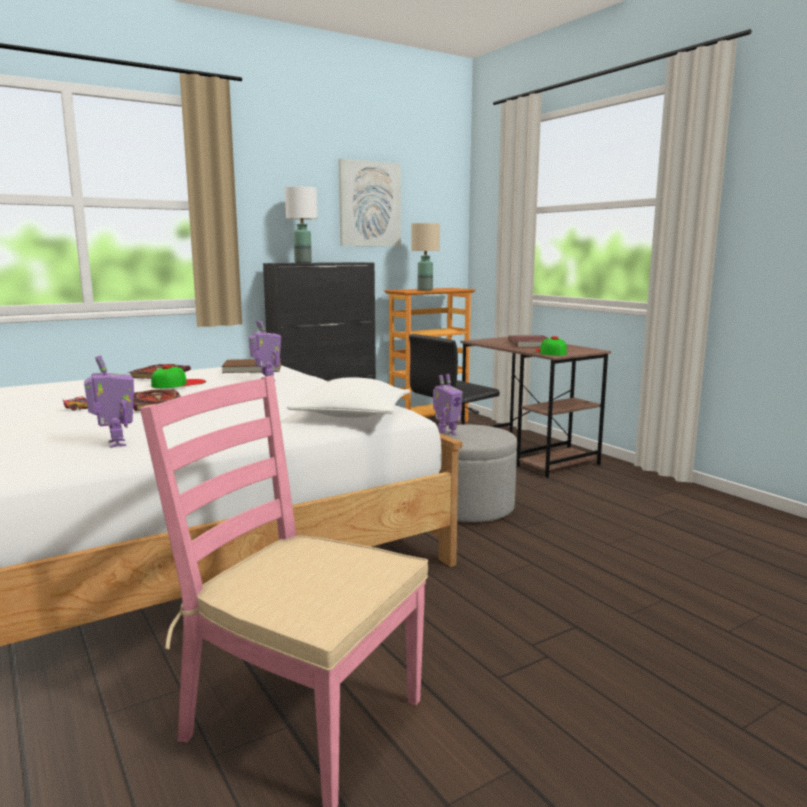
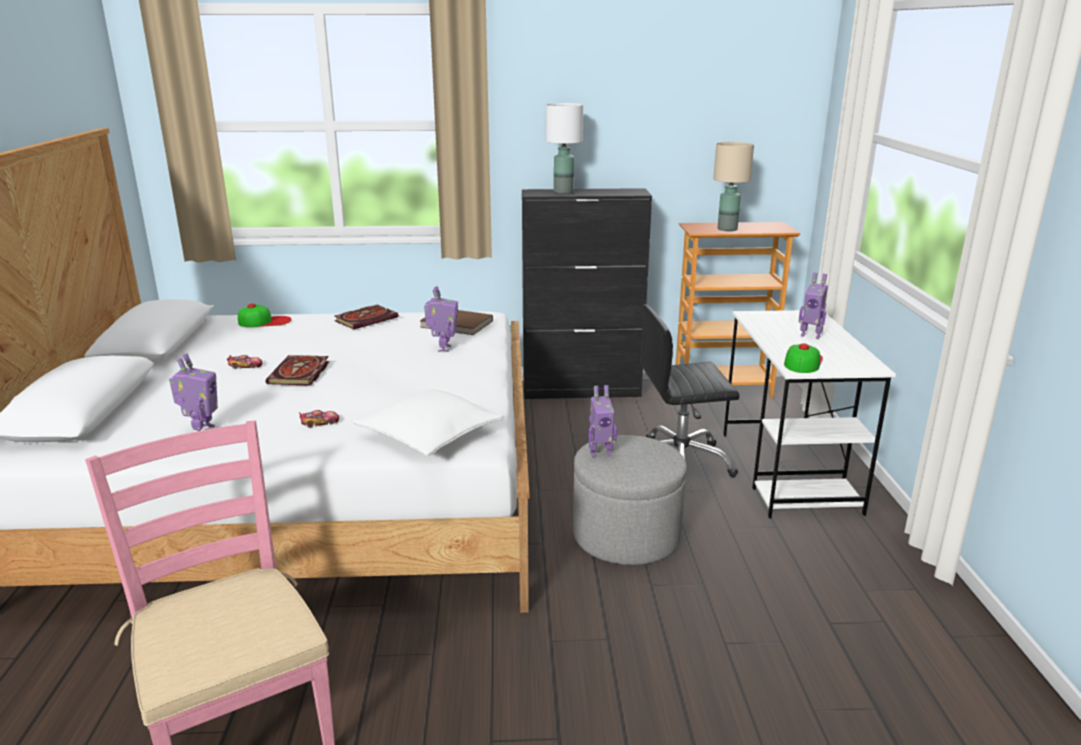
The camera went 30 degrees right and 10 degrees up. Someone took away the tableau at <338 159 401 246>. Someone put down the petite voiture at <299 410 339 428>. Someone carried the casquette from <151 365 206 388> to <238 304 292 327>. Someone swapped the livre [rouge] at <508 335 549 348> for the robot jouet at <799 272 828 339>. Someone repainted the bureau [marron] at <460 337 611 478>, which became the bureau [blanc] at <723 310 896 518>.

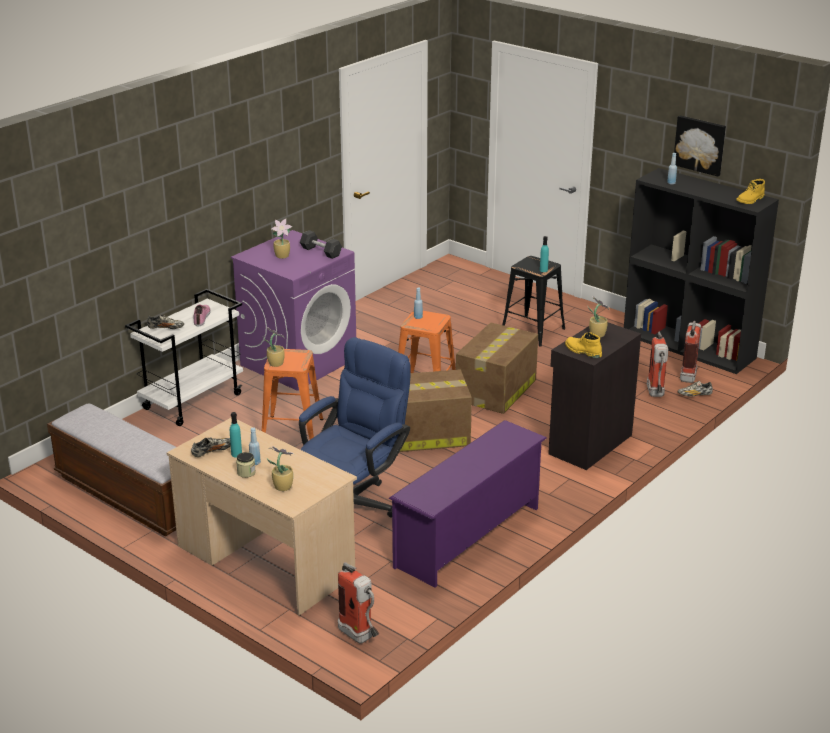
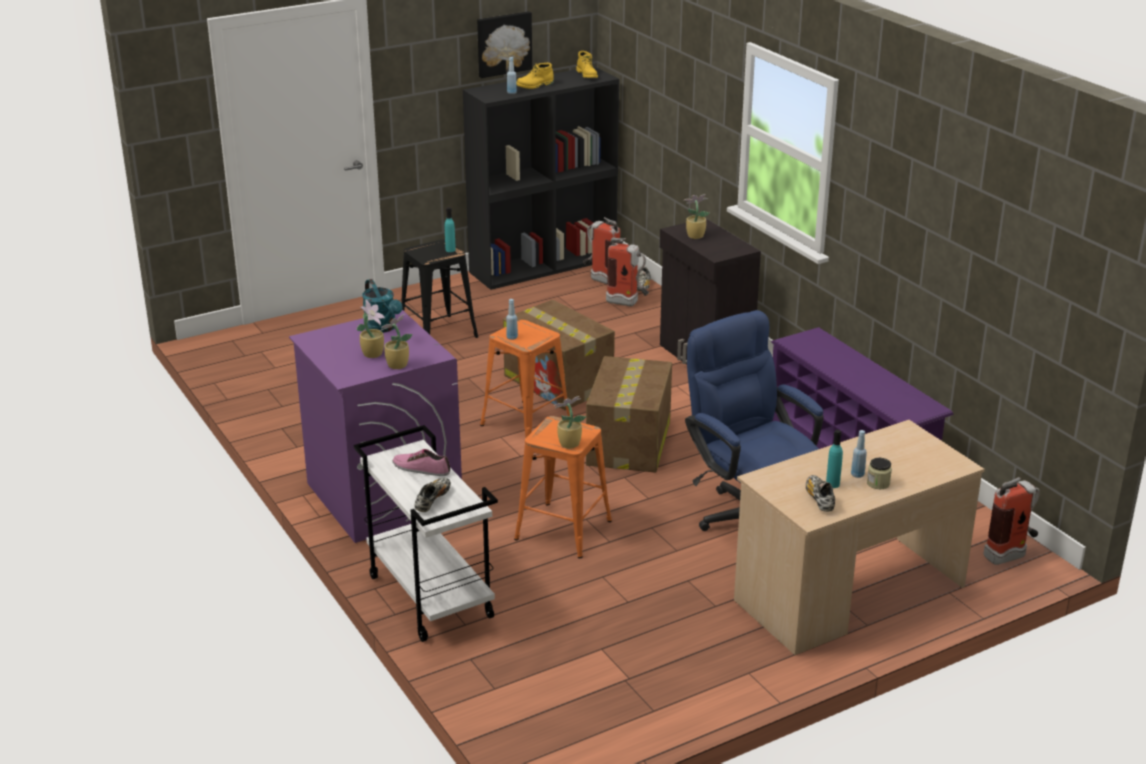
The camera went 70 degrees left and 0 degrees up. Someone took away the banc at <47 403 176 537>. Someone carried the plante en pot from <267 446 294 491> to <380 314 413 369>. Someone carried the botte [jaune] from <565 332 602 358> to <517 63 554 89>. Someone swapped the haltère [gris] at <300 230 342 259> for the arrosoir [turquoise] at <362 279 403 333>.

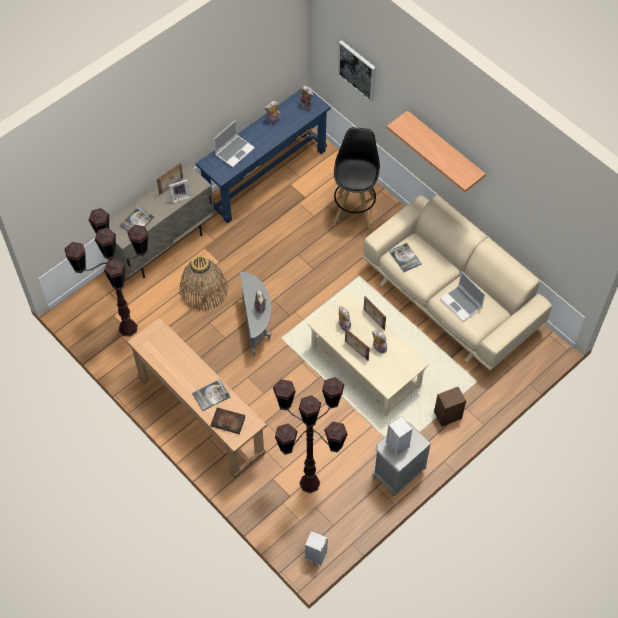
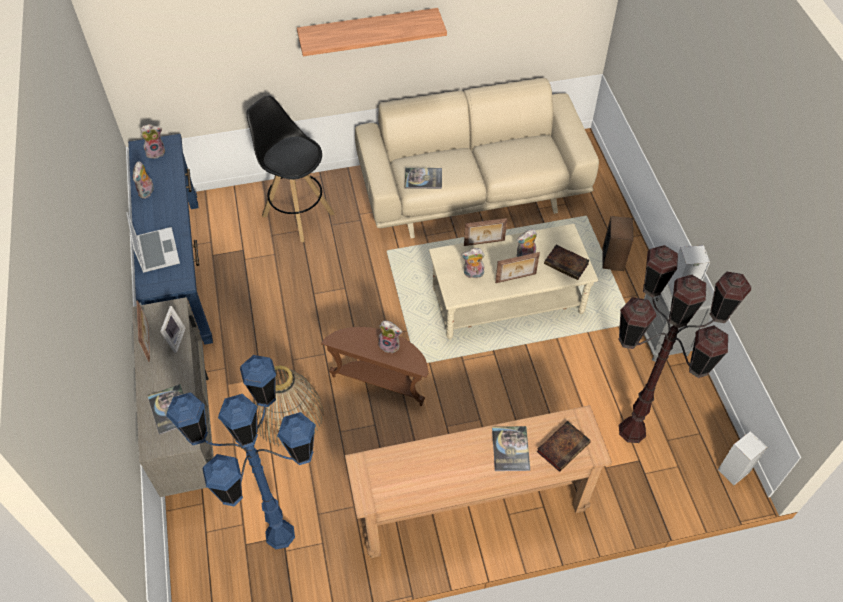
The camera went 60 degrees left and 5 degrees down. Someone took away the tableau at <338 40 376 102>. Someone took away the ordinateur portable at <440 271 485 321>. Someone put down the livre at <544 244 590 280>. Someone repainted the lampadaire [marron] at <65 208 148 337>, which became the lampadaire [bleu] at <166 355 316 549>. Someone repainted the table d'appoint [gris] at <240 272 271 356>, which became the table d'appoint [marron] at <321 327 429 406>.

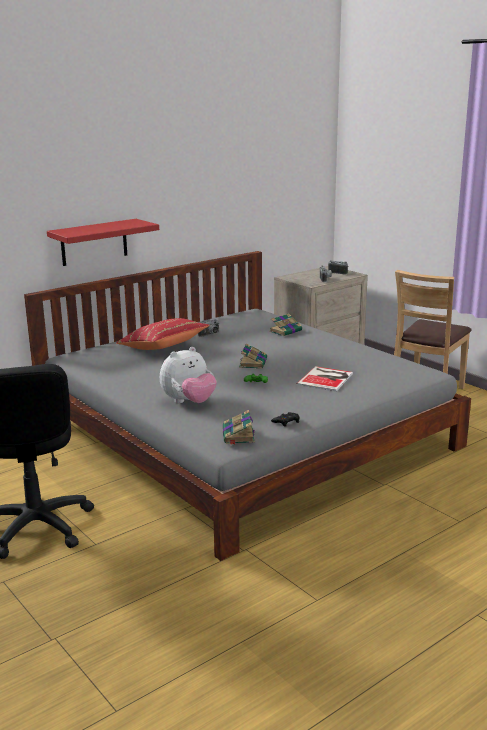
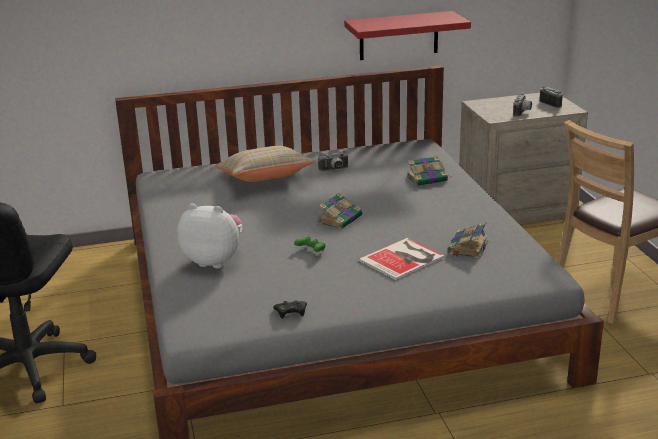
The camera went 25 degrees right and 5 degrees up. Someone carried the étagère [rouge] from <47 219 159 266> to <344 11 471 60>. Someone carried the livre from <223 410 255 445> to <447 222 488 258>. Someone repainted the coussin [rouge] at <116 318 209 350>, which became the coussin [beige] at <215 146 316 182>. Someone rotated the peluche at <160 347 217 403> by 150 degrees counterclockwise.

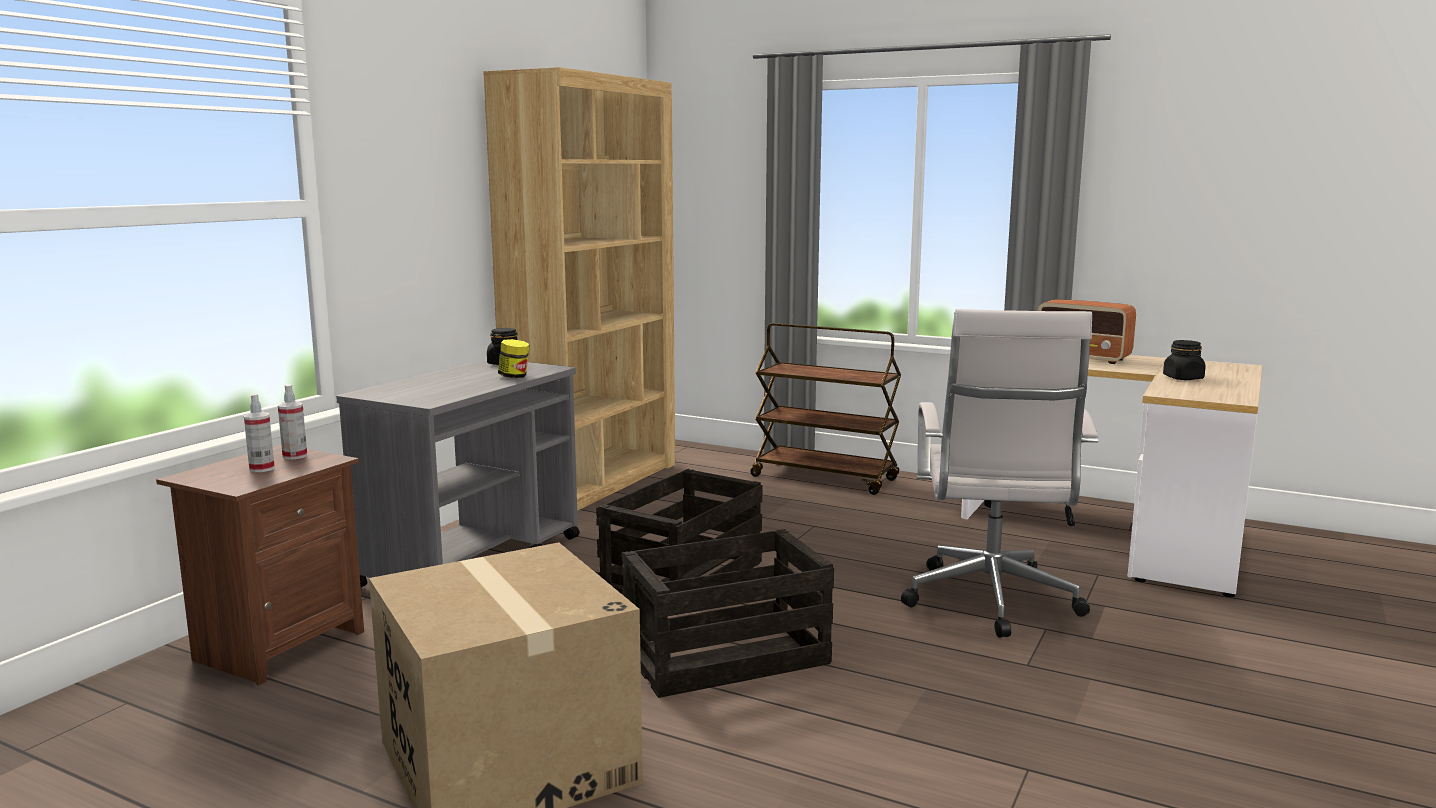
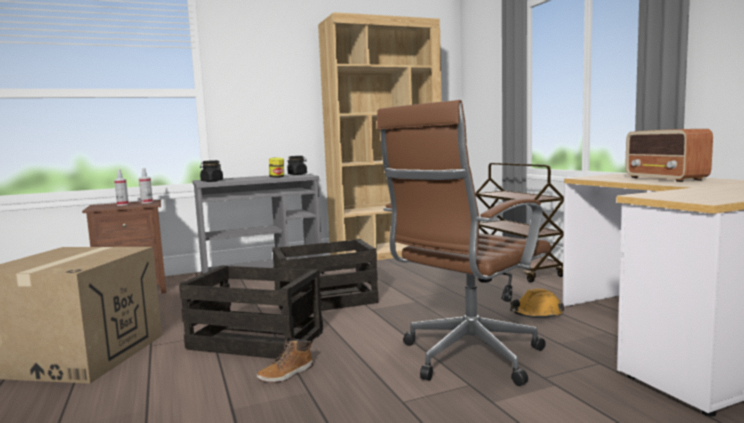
The camera went 40 degrees right and 5 degrees down. Someone put down the botte at <257 337 313 382>. Someone put down the casque de chantier [orange] at <510 288 564 319>. Someone carried the bocal [noir] from <1163 340 1206 380> to <200 160 223 182>. Someone repainted the chaise de bureau [blanc] at <901 309 1098 638>, which became the chaise de bureau [marron] at <376 100 551 386>.

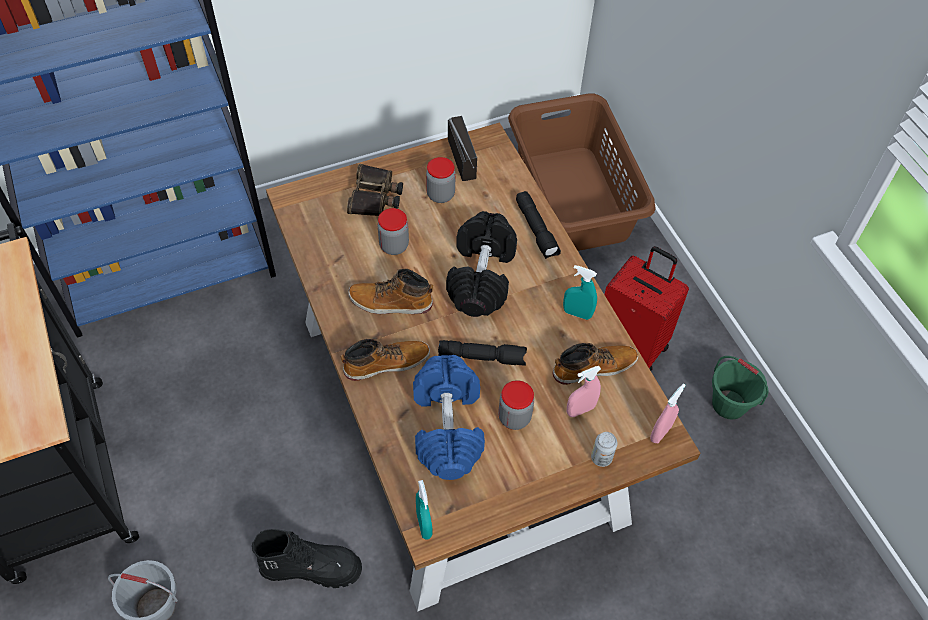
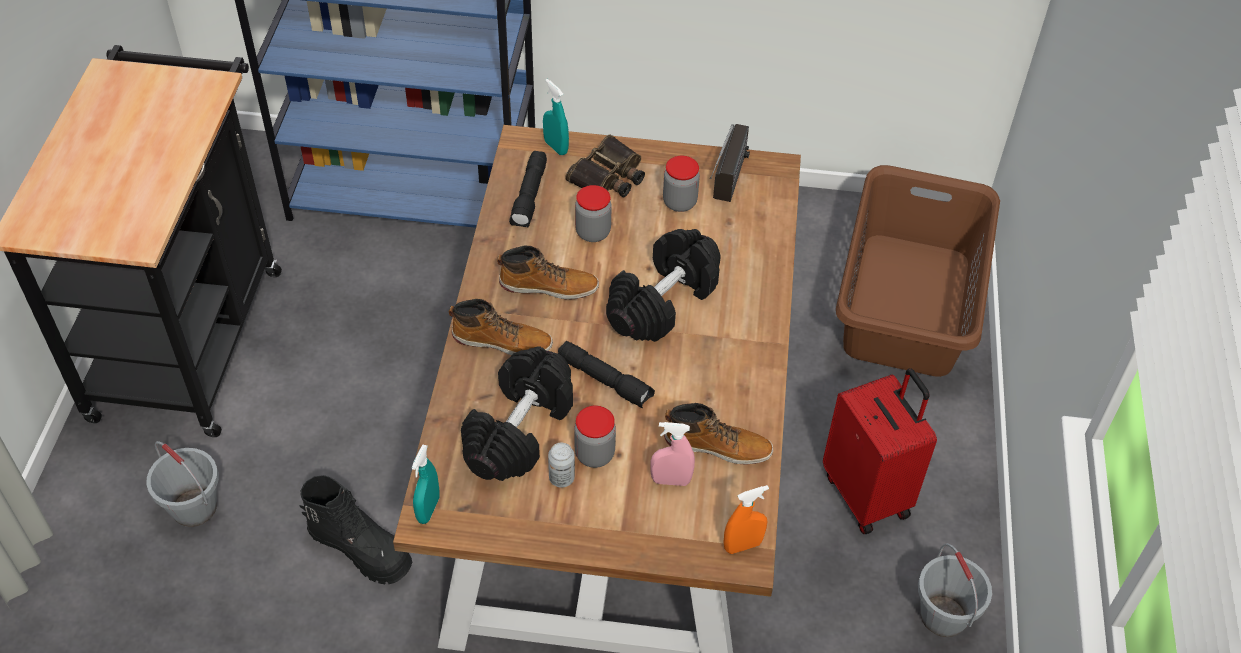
The camera went 30 degrees right and 5 degrees down. Someone carried the lampe de poche [noir] from <516 191 561 259> to <509 151 547 228>. Someone carried the vaporisateur [turquoise] from <563 265 597 320> to <543 79 569 155>. Someone carried the boîte métallique from <591 432 617 467> to <548 443 575 488>. Someone repainted the haltère [bleu] at <413 355 485 480>, which became the haltère [noir] at <461 346 573 481>. Someone repainted the vaporisateur [rose] at <650 384 686 443>, which became the vaporisateur [orange] at <724 485 769 554>. Someone repainted the seau [vert] at <712 356 769 420>, which became the seau [gris] at <918 543 992 637>. Someone rotated the botte at <348 269 433 314> by 150 degrees clockwise.

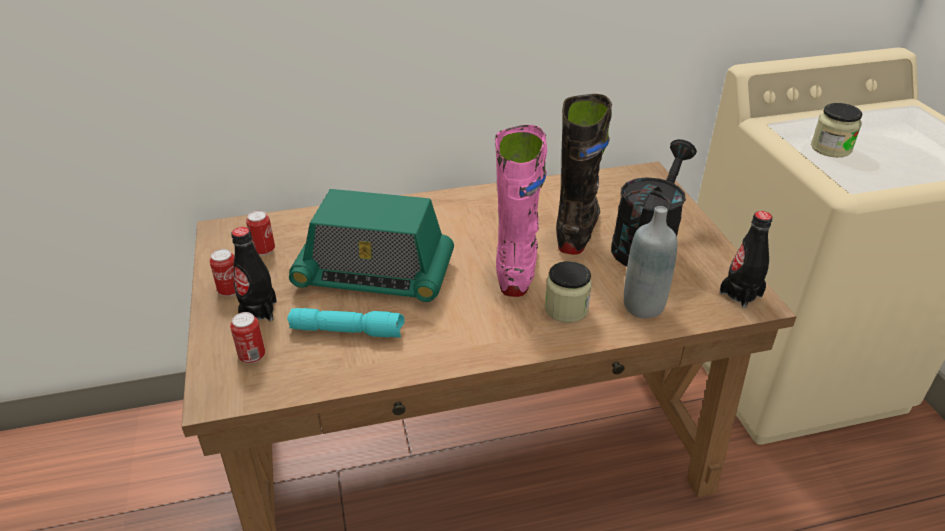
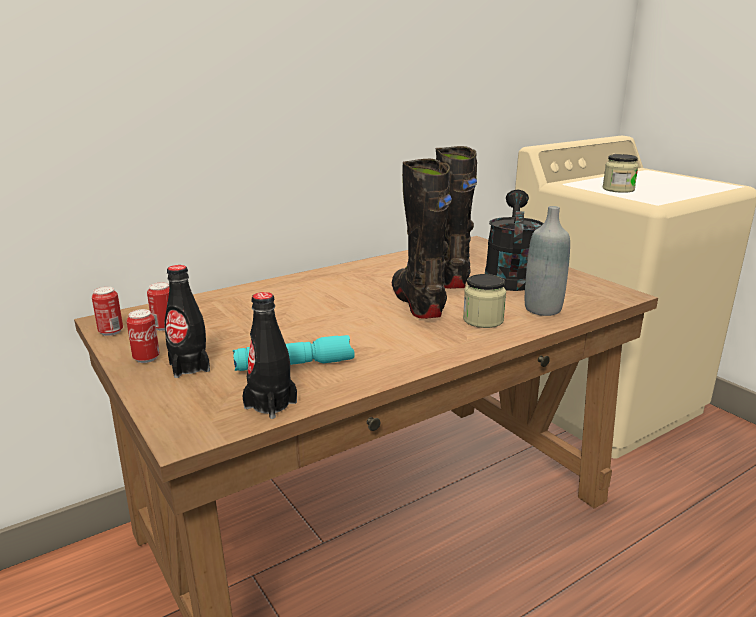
The camera went 20 degrees left and 15 degrees down. Someone took away the radio at <289 189 454 302>. Someone carried the boîte métallique from <230 312 265 364> to <92 287 123 336>. Someone carried the bouteille [noir] from <719 211 772 308> to <242 292 297 419>. Someone repainted the botte [rose] at <495 125 547 297>, which became the botte [noir] at <392 159 452 319>.

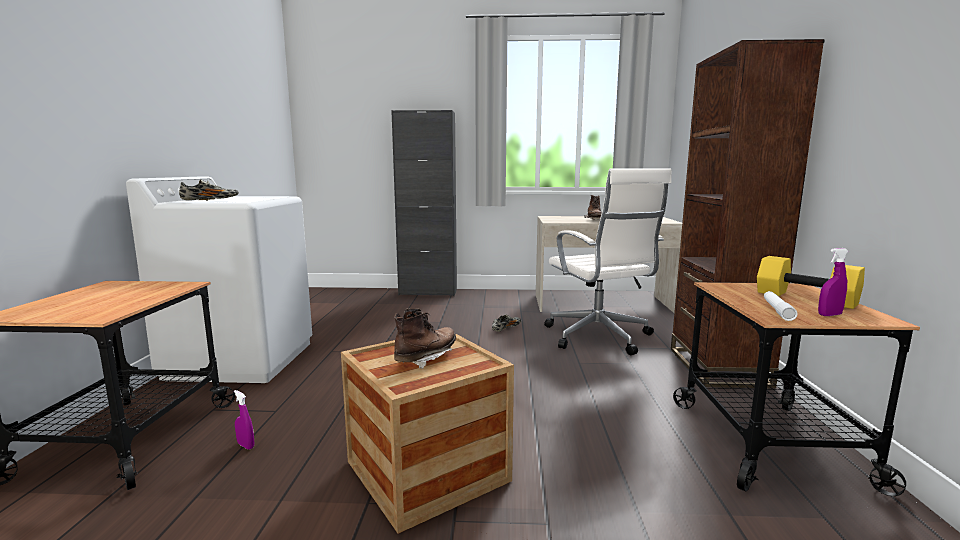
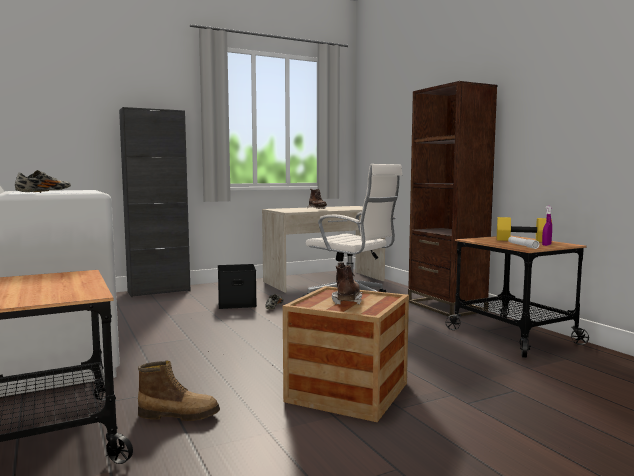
The camera went 30 degrees left and 5 degrees down. Someone put down the boîte de rangement [noir] at <218 264 257 309>. Someone swapped the vaporisateur [violet] at <234 390 254 449> for the botte at <138 361 220 421>.

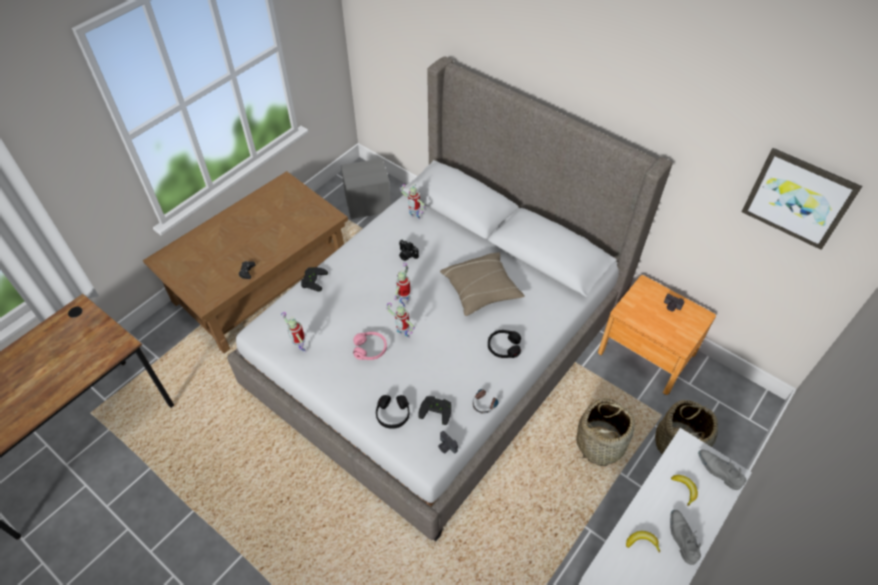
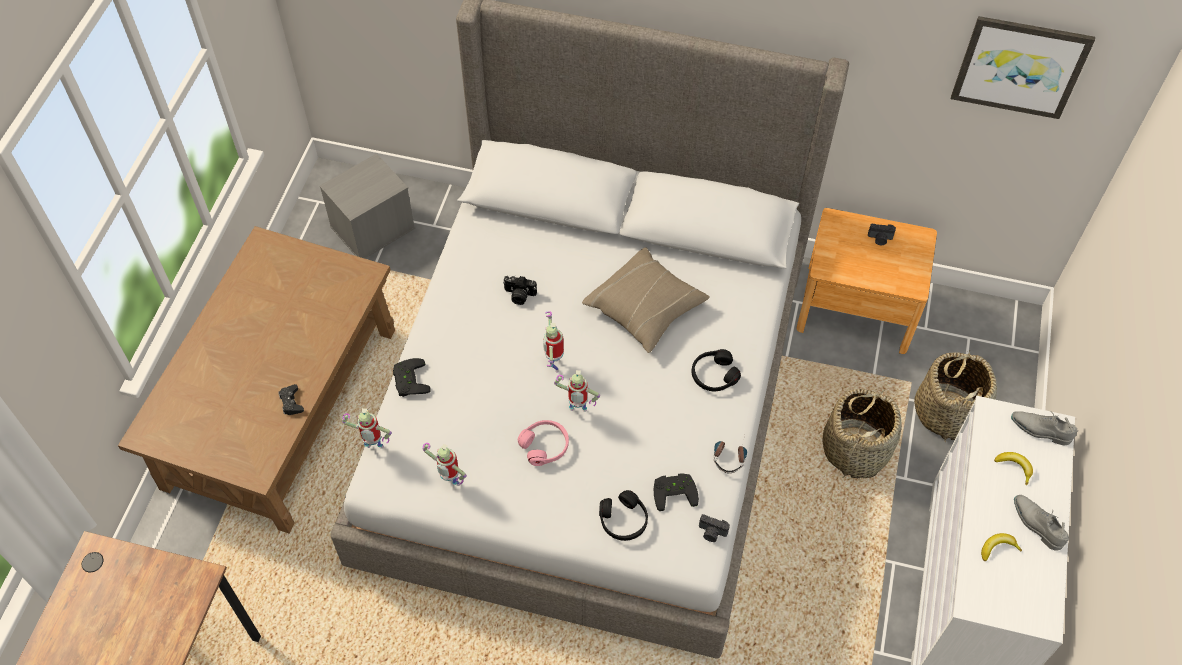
The camera went 25 degrees left and 5 degrees up. Someone carried the robot jouet from <400 184 426 220> to <342 408 392 449>.

